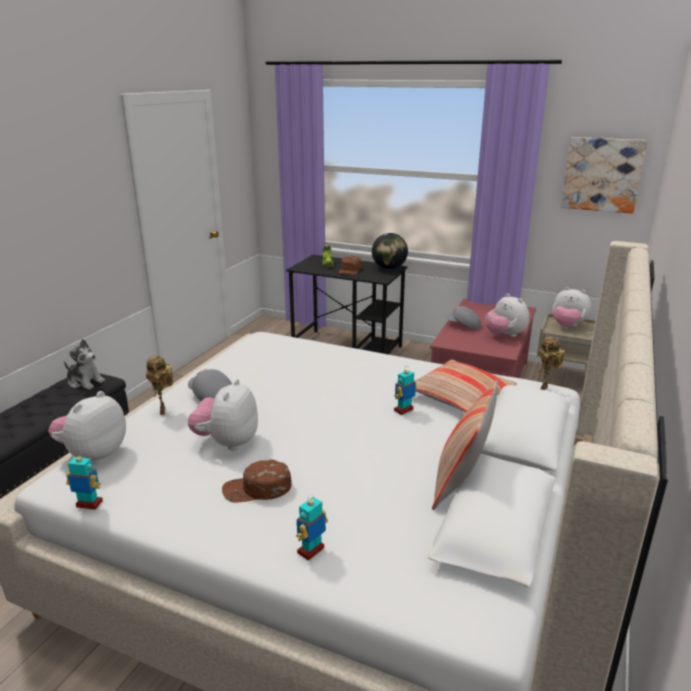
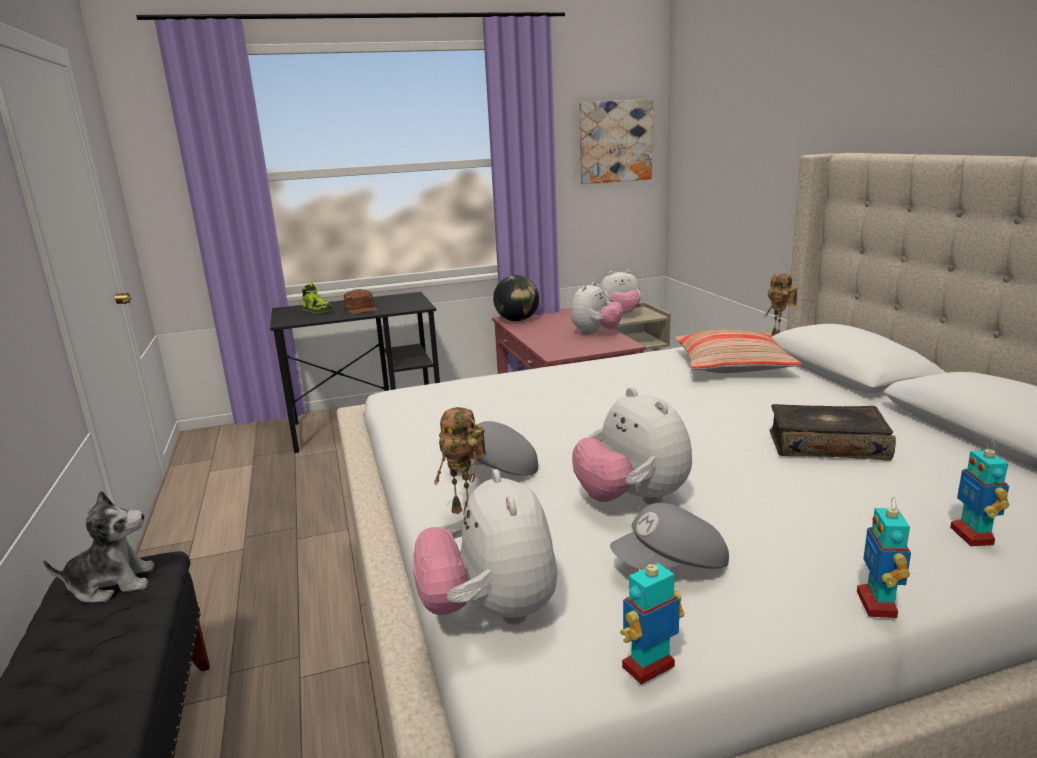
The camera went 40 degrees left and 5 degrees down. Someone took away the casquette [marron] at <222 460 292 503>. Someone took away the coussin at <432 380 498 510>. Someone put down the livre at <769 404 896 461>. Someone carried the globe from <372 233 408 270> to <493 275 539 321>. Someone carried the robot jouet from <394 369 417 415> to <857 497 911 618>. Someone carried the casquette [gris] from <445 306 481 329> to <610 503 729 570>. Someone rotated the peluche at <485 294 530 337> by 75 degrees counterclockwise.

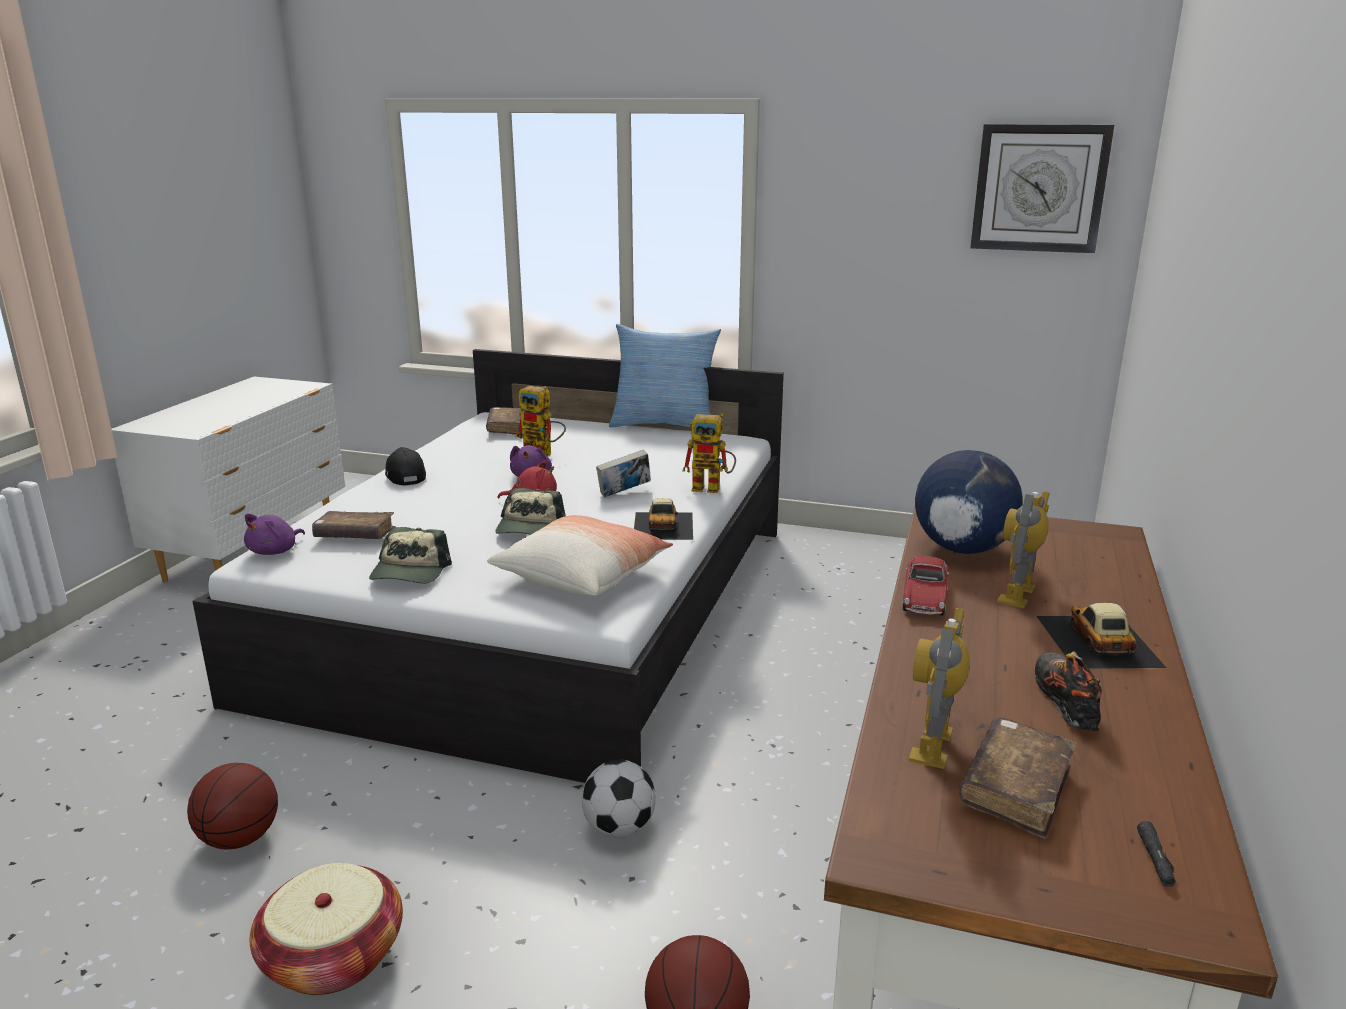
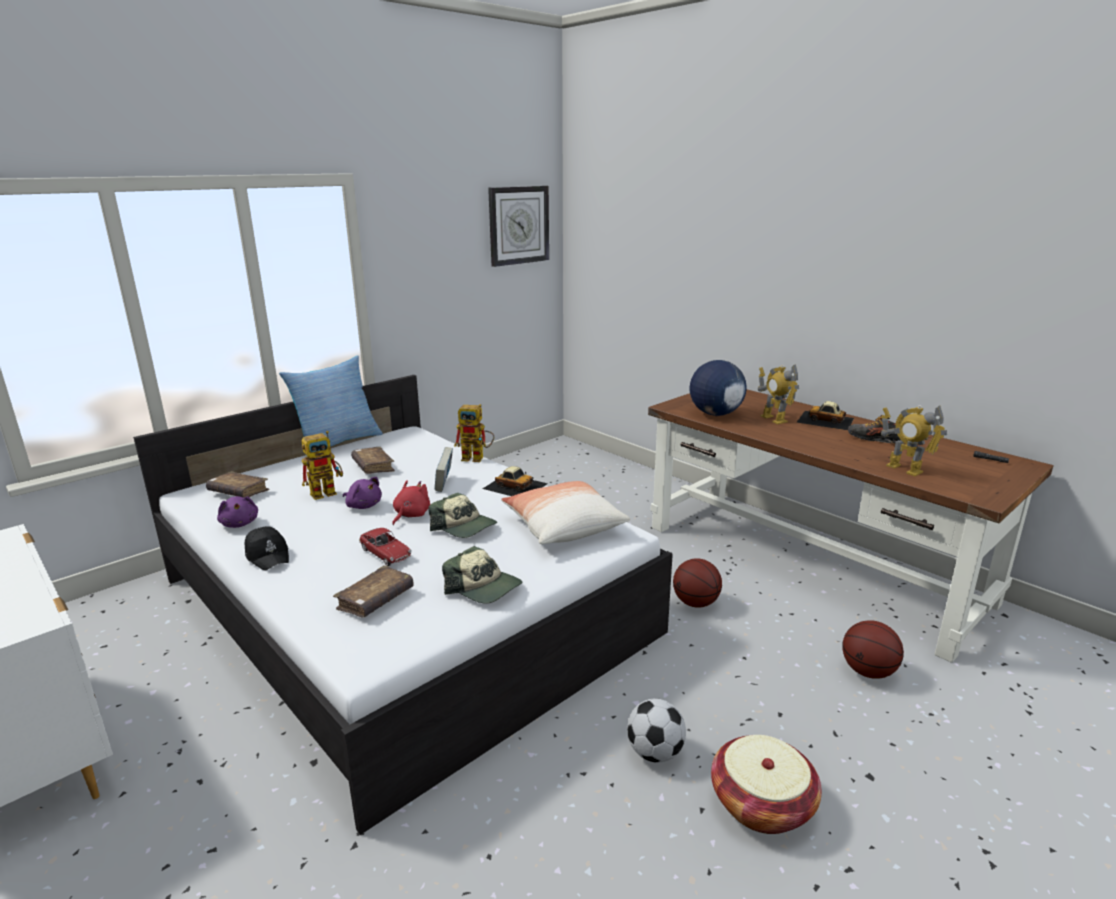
The camera went 60 degrees left and 0 degrees up. Someone carried the ballon de basket from <187 763 278 849> to <673 558 722 608>. Someone carried the peluche [violet] from <244 513 305 555> to <217 496 258 528>. Someone carried the ballon de foot from <582 759 656 838> to <627 698 686 762>. Someone carried the petite voiture from <902 556 948 615> to <359 528 412 566>. Someone carried the livre [marron] from <959 718 1076 839> to <351 447 395 474>. Someone rotated the casquette [noir] at <385 447 426 485> by 135 degrees counterclockwise. Someone rotated the robot jouet at <682 413 736 493> by 60 degrees clockwise.

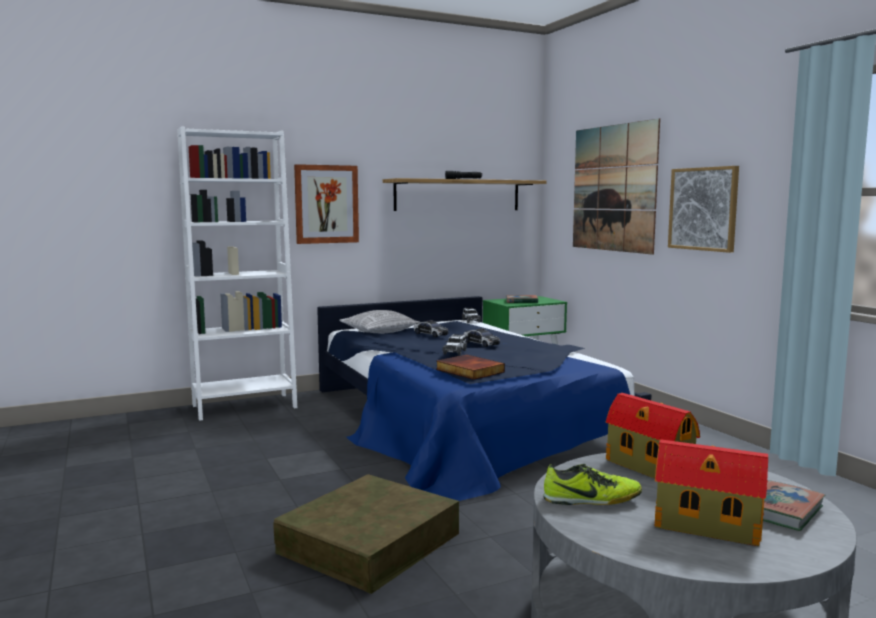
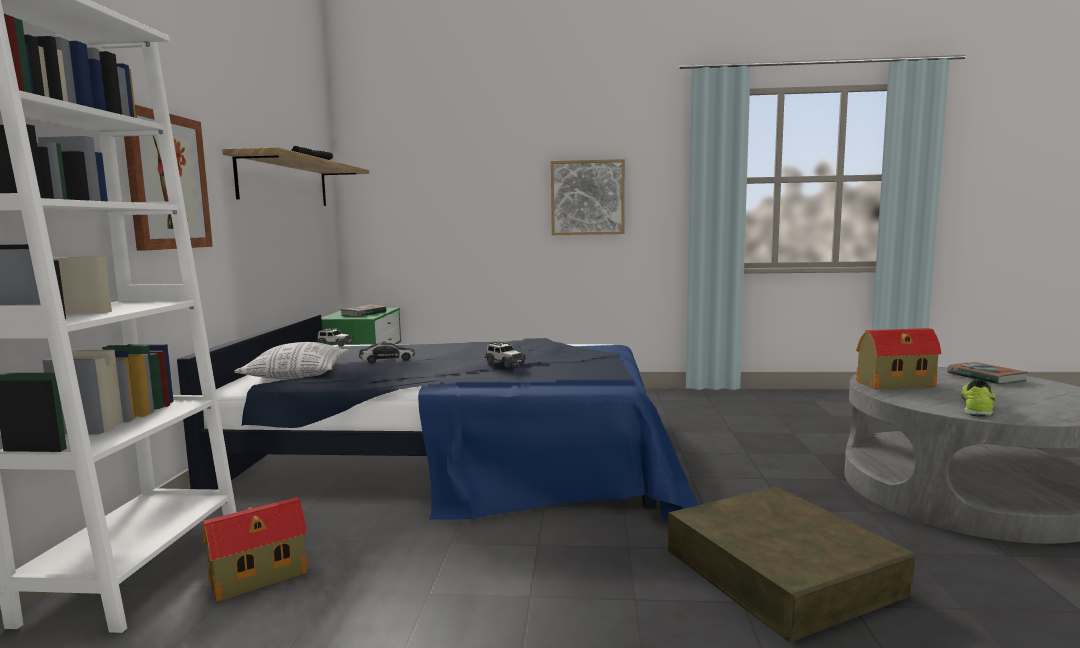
The camera went 60 degrees left and 0 degrees up. Someone took away the livre at <436 355 505 380>. Someone took away the petite voiture at <463 328 500 347>. Someone took away the tableau at <573 118 660 255>. Someone carried the maison miniature from <655 439 768 546> to <202 497 307 602>.

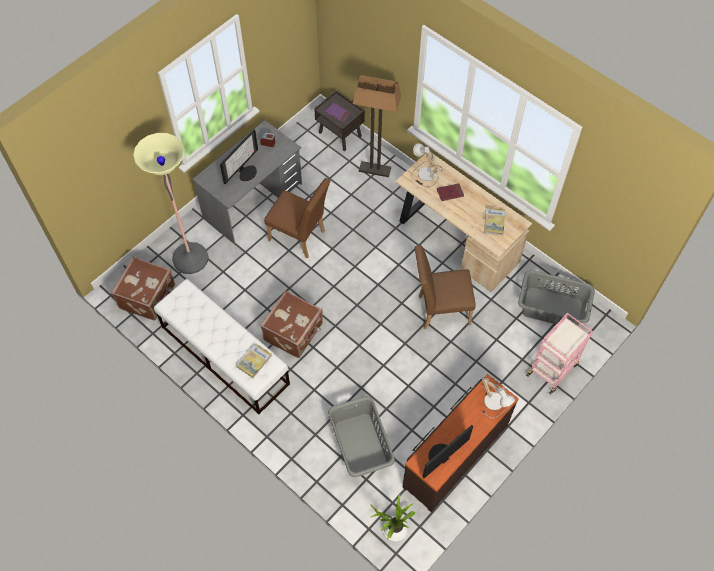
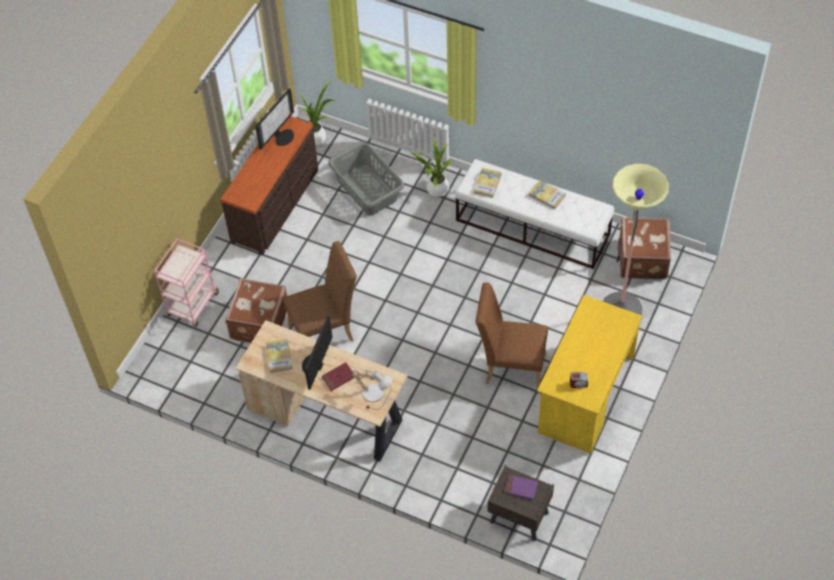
The camera went 165 degrees right and 5 degrees down. Someone took away the lampadaire at <353 75 401 177>. Someone took away the lampe de table at <482 377 515 418>. Someone took away the panier à linge [gris] at <518 270 595 326>. Someone put down the plante en pot at <411 137 452 197>. Someone put down the livre at <529 180 566 209>. Someone carried the écran d'ordinateur from <220 129 258 184> to <302 316 332 390>. Someone carried the valise [marron] from <261 290 323 358> to <225 278 287 343>. Someone repainted the bureau [gris] at <192 120 302 243>, which became the bureau [jaune] at <537 295 643 454>.

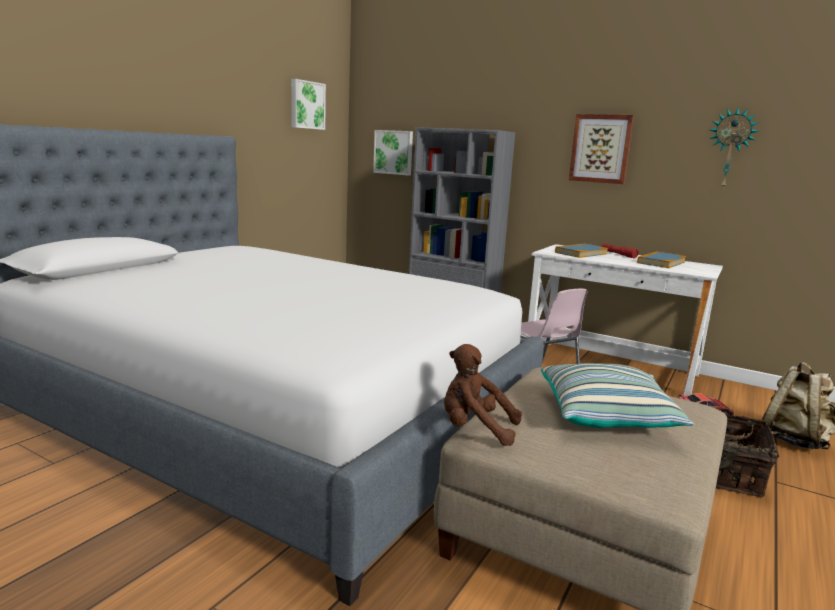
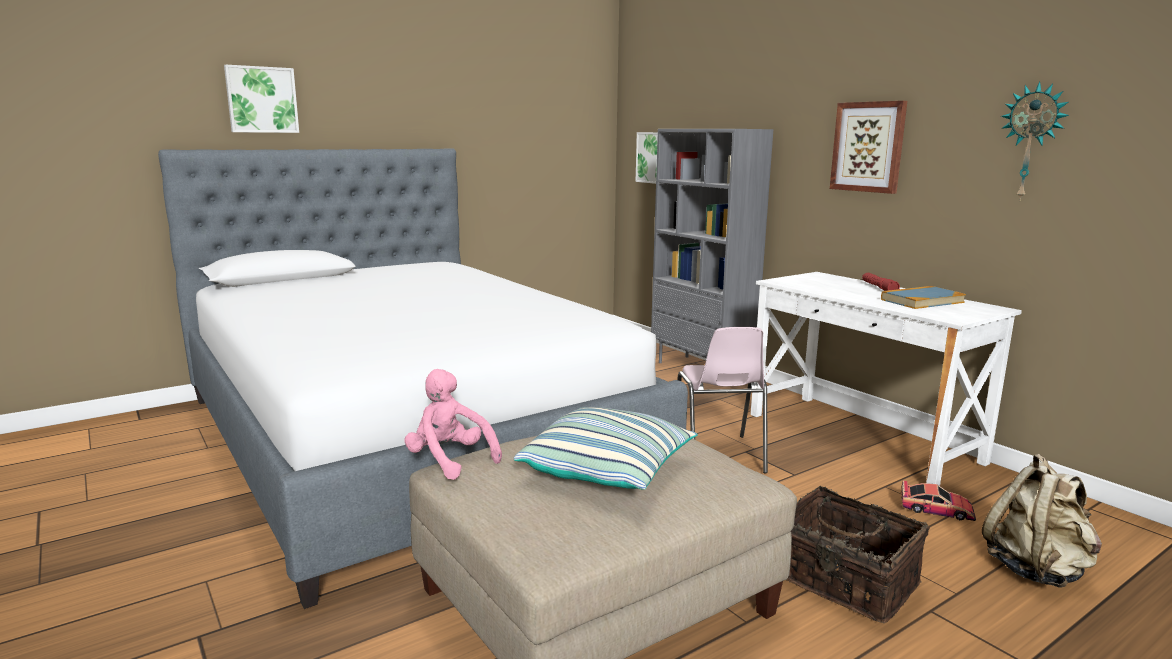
The camera went 25 degrees right and 0 degrees up. Someone took away the livre at <555 244 608 258>. Someone carried the tableau from <291 79 326 130> to <224 65 299 133>. Someone repainted the peluche [marron] at <444 344 522 446>, which became the peluche [rose] at <404 369 502 480>.

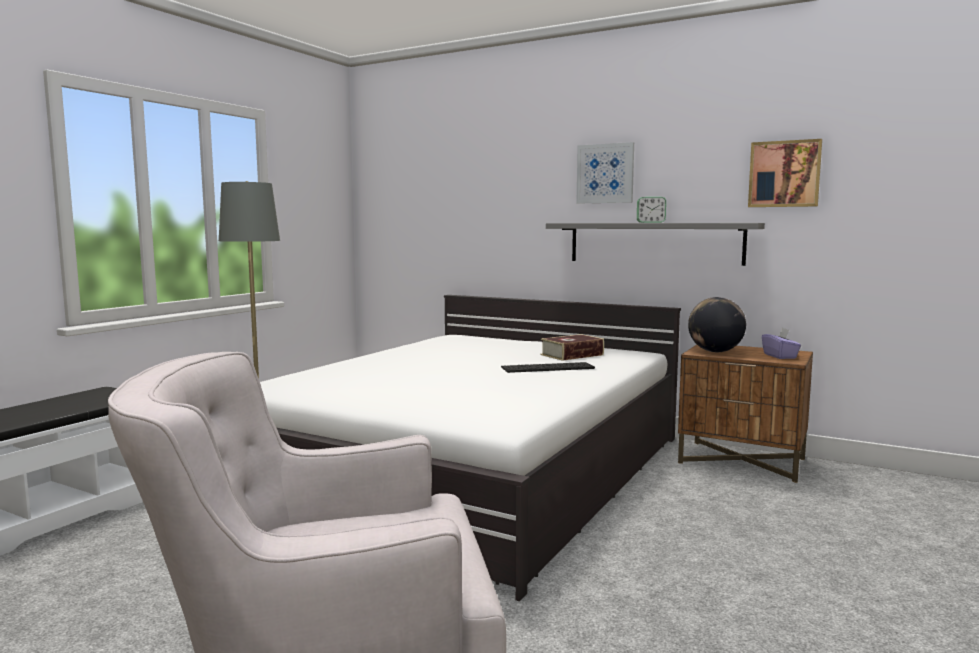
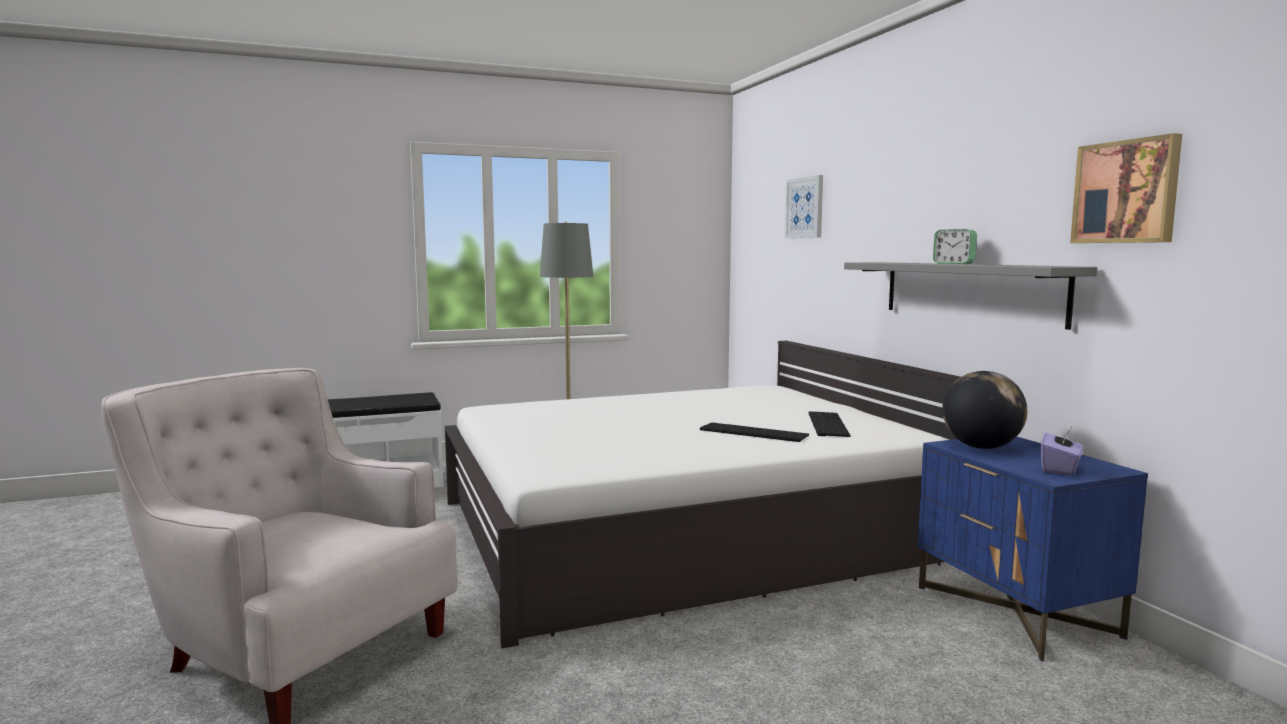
The camera went 40 degrees right and 0 degrees up. Someone carried the tableau from <576 142 634 203> to <785 175 823 238>. Someone swapped the livre at <541 334 604 361> for the clavier at <808 411 850 437>. Someone repainted the table de chevet [marron] at <678 345 813 483>, which became the table de chevet [bleu] at <918 437 1148 661>.

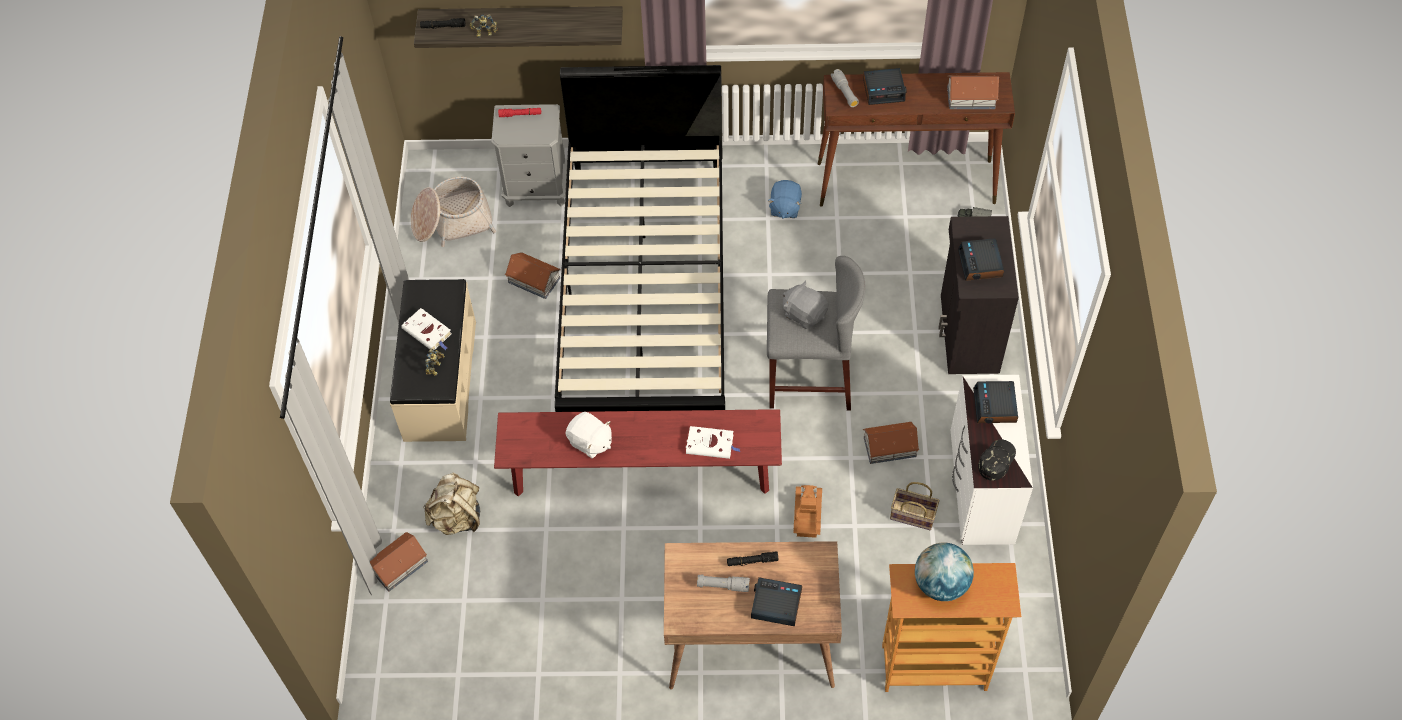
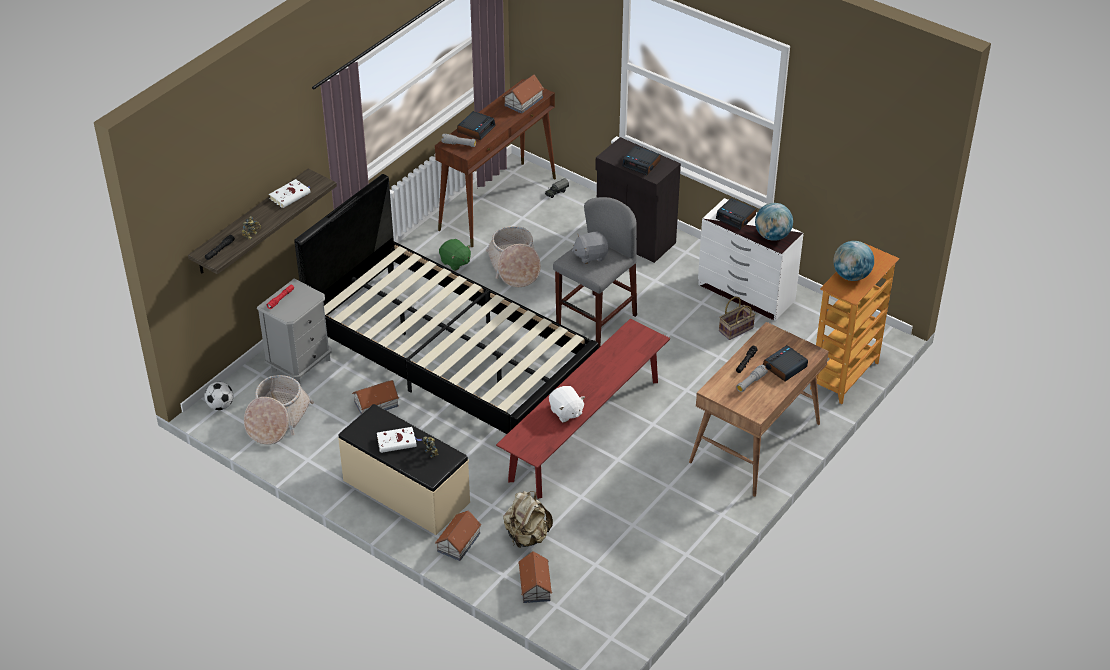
The camera went 55 degrees left and 15 degrees down. Someone took away the camion jouet at <793 485 822 538>. Someone put down the ballon de foot at <204 382 233 410>. Someone put down the panier at <486 226 541 287>. Someone carried the livre [blanc] from <686 426 740 459> to <269 179 310 208>. Someone carried the maison miniature from <863 422 919 464> to <435 510 481 561>. Someone swapped the casquette [noir] at <978 439 1016 481> for the globe at <755 203 793 241>. Someone repainted the peluche [bleu] at <768 180 802 219>, which became the peluche [vert] at <439 239 471 271>. Someone rotated the peluche [blanc] at <565 412 612 459> by 75 degrees clockwise.

